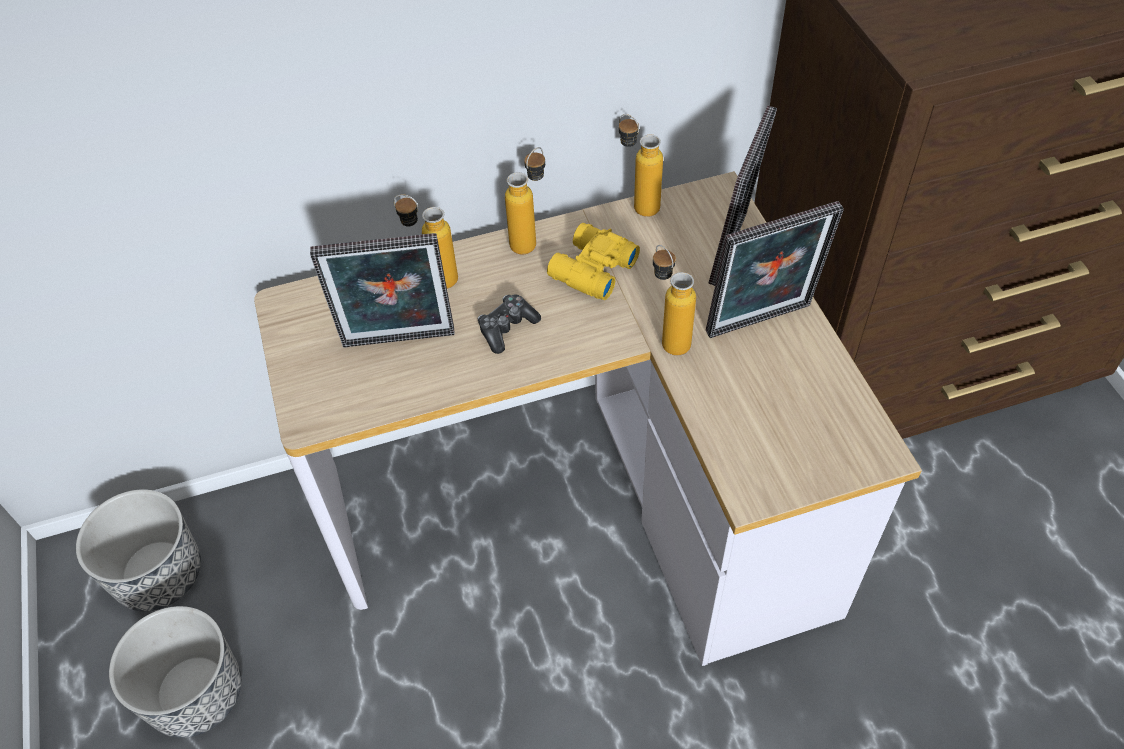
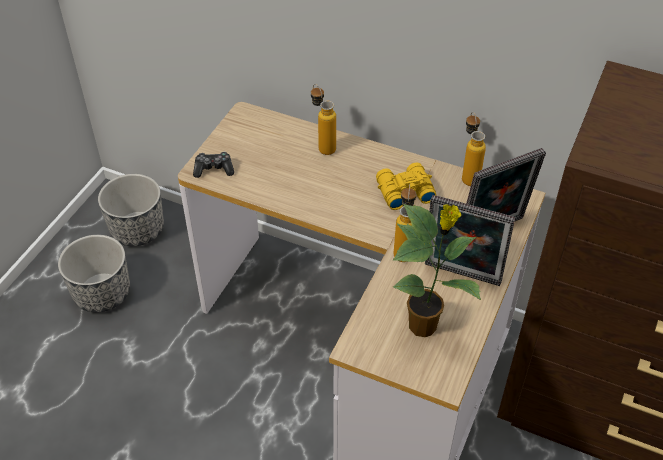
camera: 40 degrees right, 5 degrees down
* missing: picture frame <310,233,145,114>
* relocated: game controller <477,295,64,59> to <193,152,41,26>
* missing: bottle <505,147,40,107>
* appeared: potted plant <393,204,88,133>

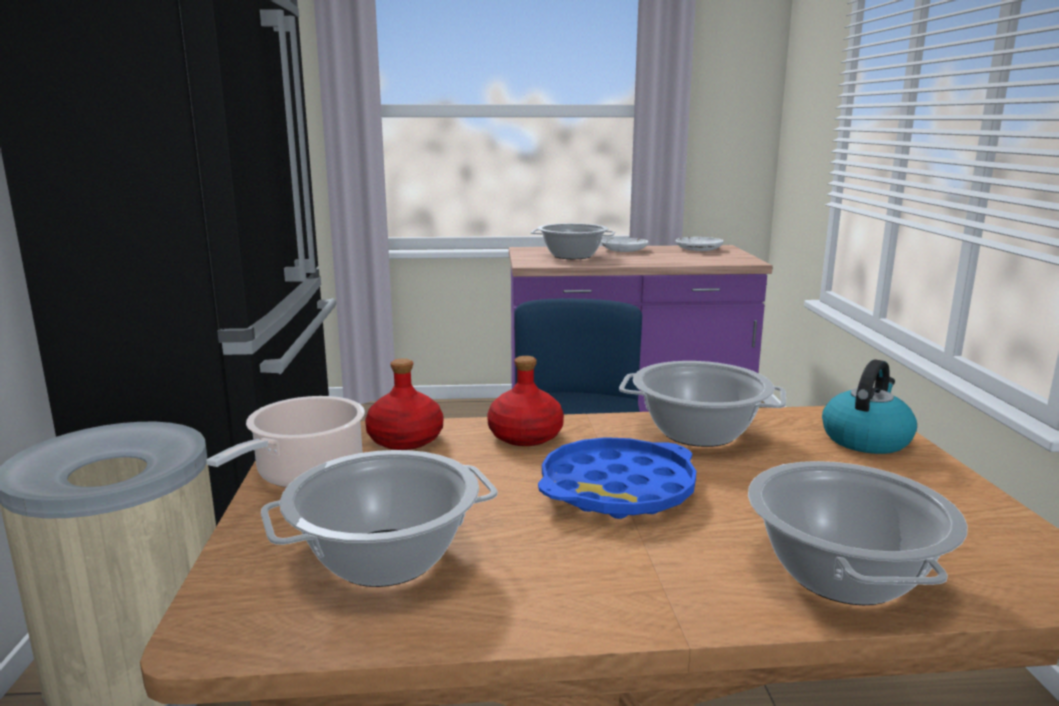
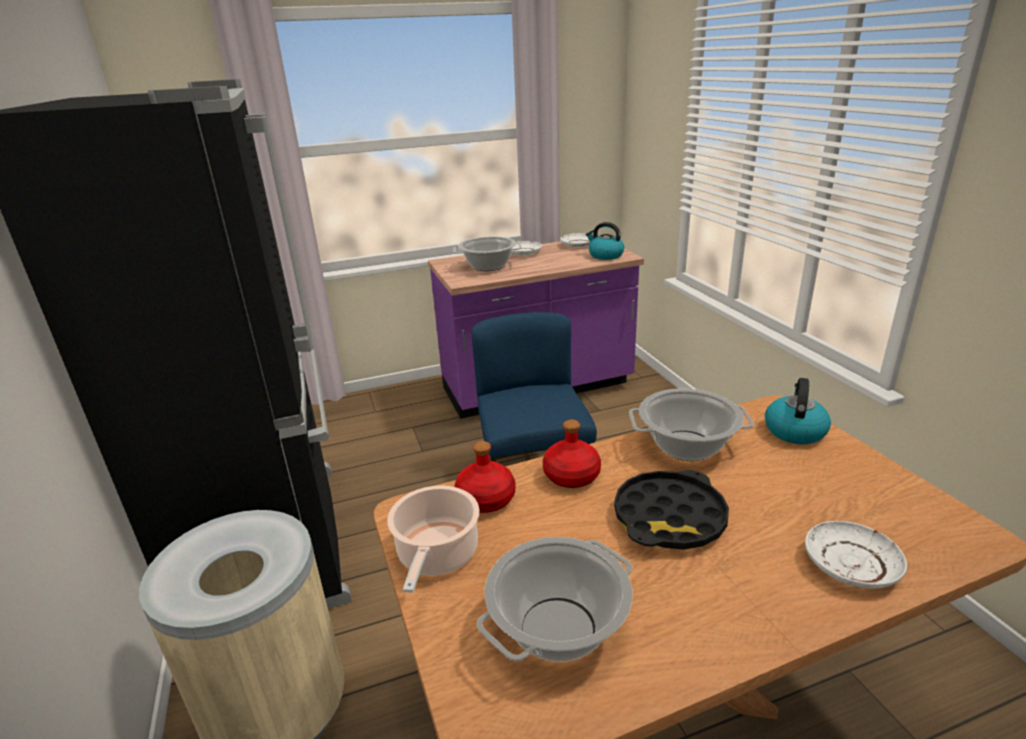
camera: 15 degrees left, 10 degrees up
* colour: blue tray <538,437,158,82> to black tray <614,470,115,80>
* exchanged: cooking pot <748,461,219,144> to white plate <805,521,102,68>
* appeared: kettle <586,222,38,38>

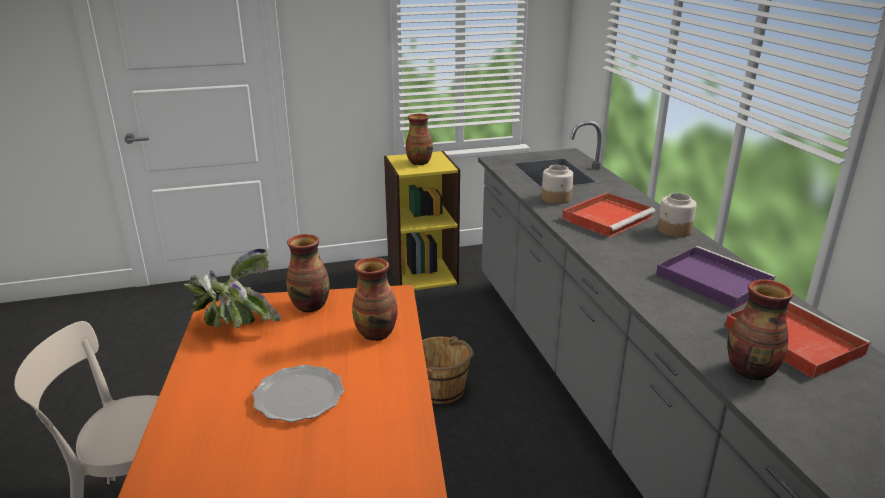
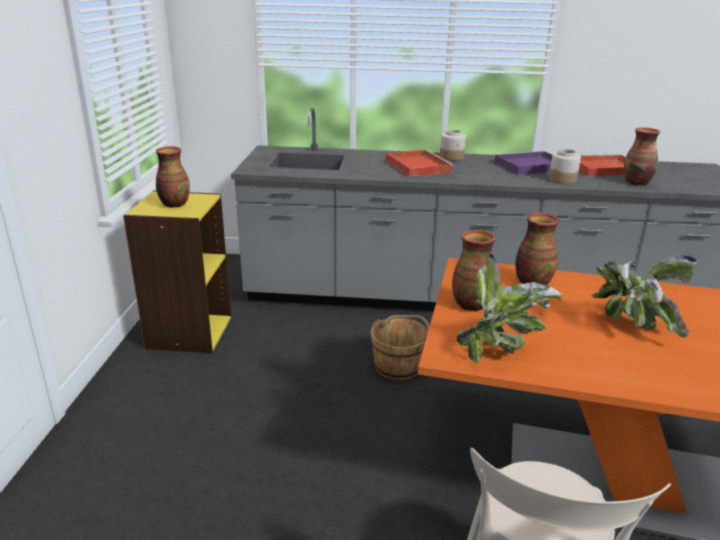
camera: 70 degrees left, 0 degrees up
* exchanged: plate <252,365,92,57> to potted plant <591,256,106,82>
* relocated: jar <541,165,33,39> to <549,149,32,35>

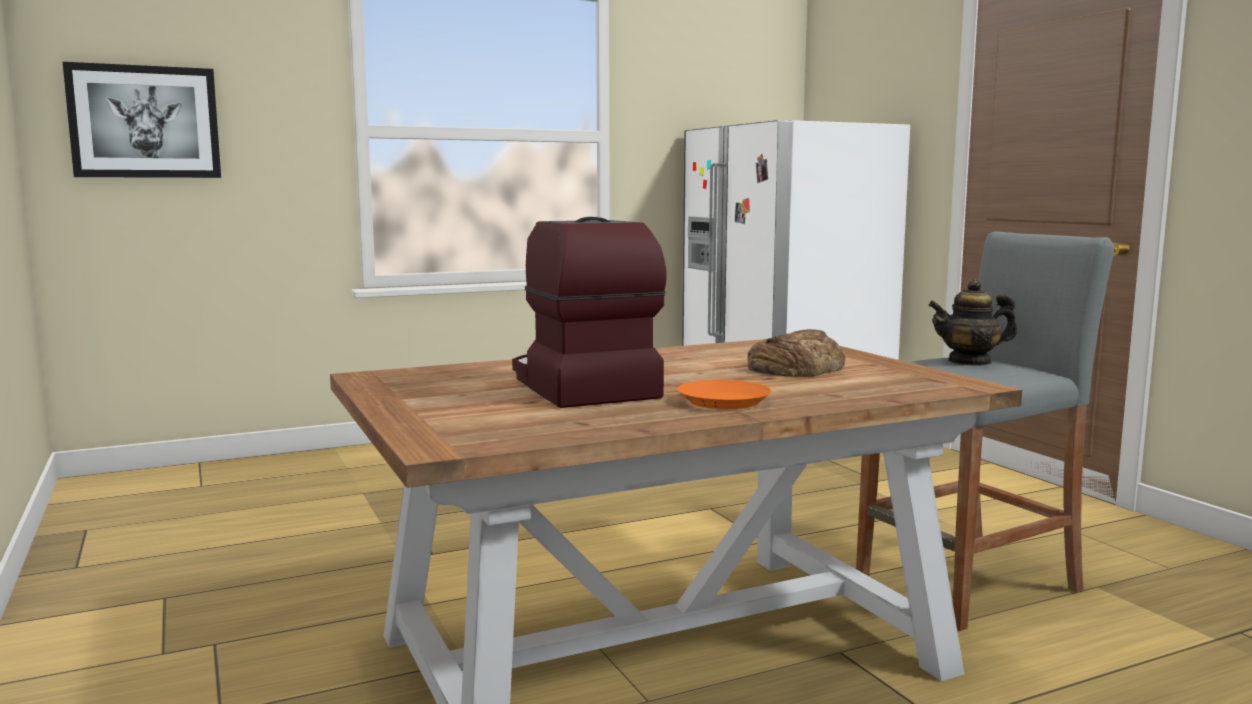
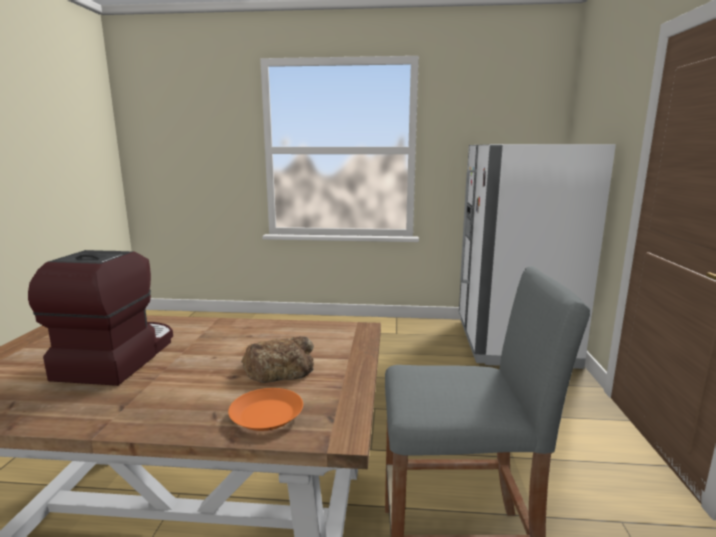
camera: 30 degrees right, 5 degrees up
* missing: picture <63,62,158,116>
* relocated: orange plate <677,380,95,29> to <228,388,75,43>
* missing: teapot <928,279,90,87>

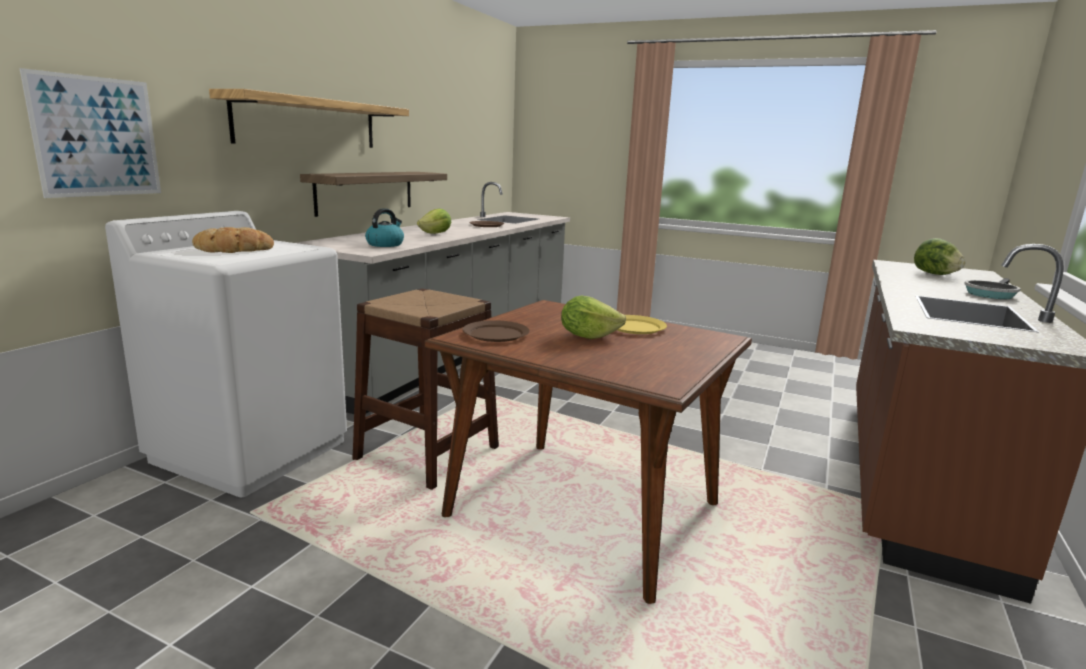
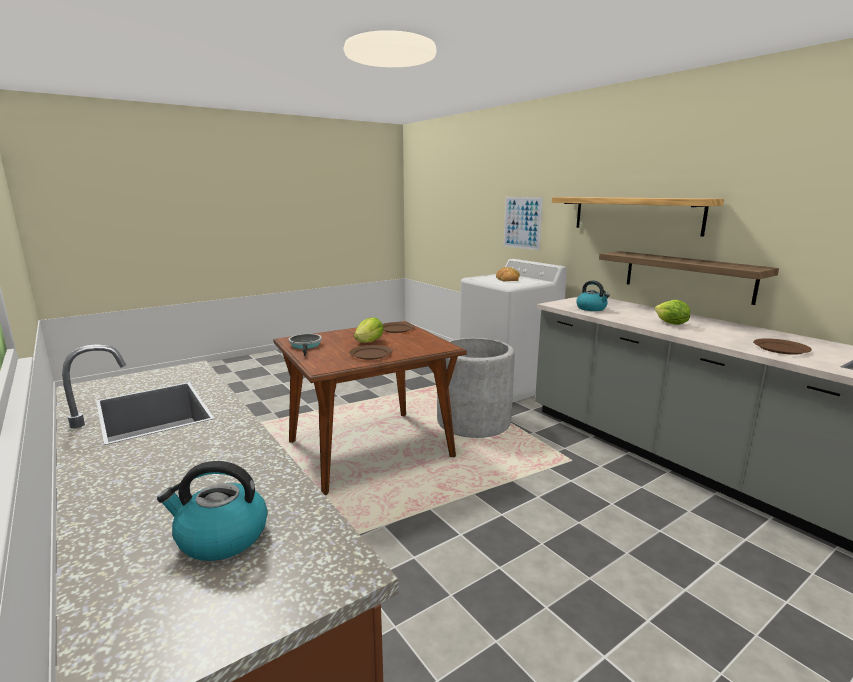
camera: 120 degrees right, 0 degrees up
* exchanged: brown stool <352,289,147,201> to grey planter <437,338,78,100>
* colour: yellow plate <617,315,50,19> to brown plate <349,345,43,15>
* exchanged: lettuce <914,238,52,37> to kettle <157,461,111,100>
* relocated: frying pan <964,278,57,21> to <288,334,34,22>

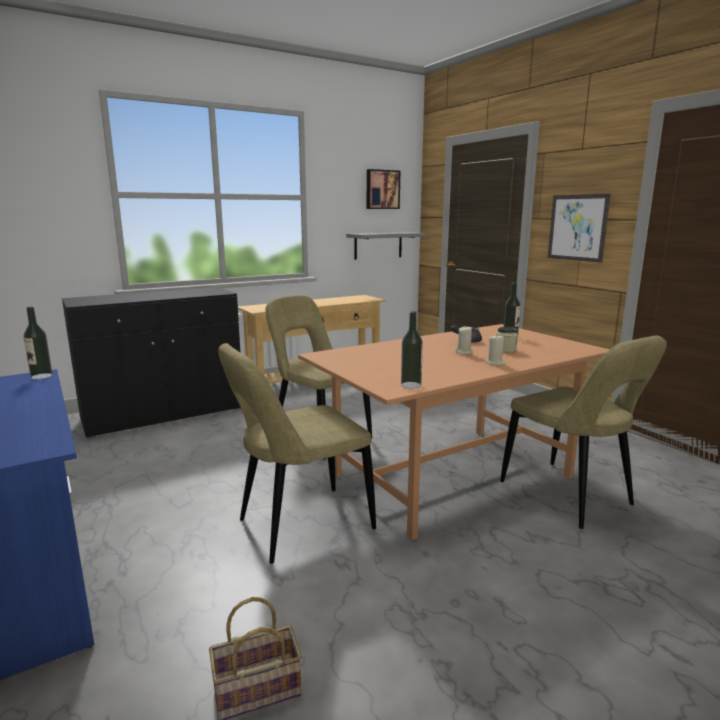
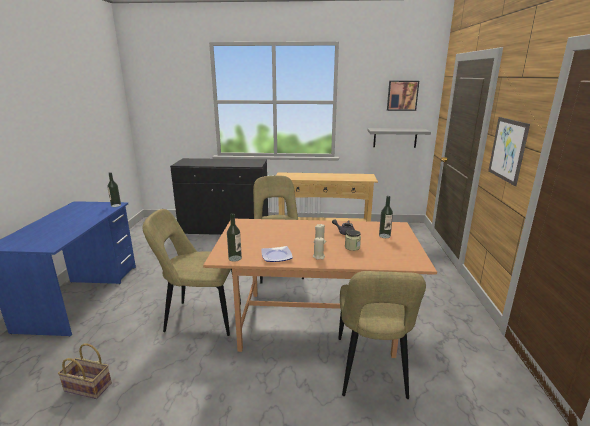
camera: 35 degrees right, 5 degrees up
* appeared: plate <262,246,31,16>

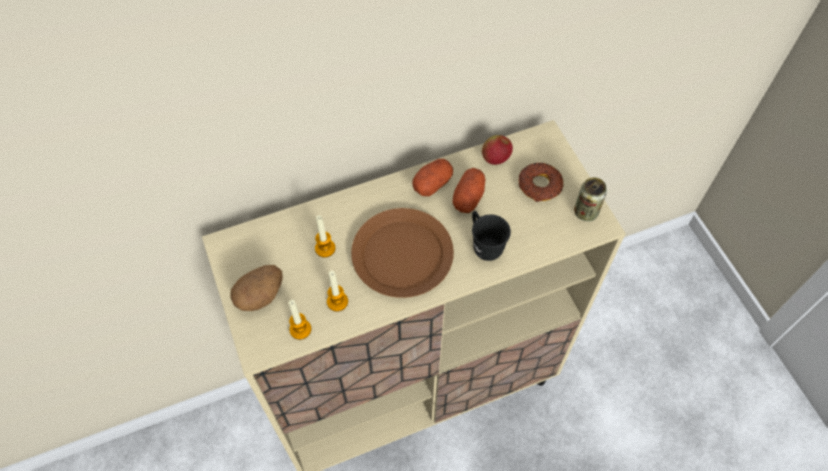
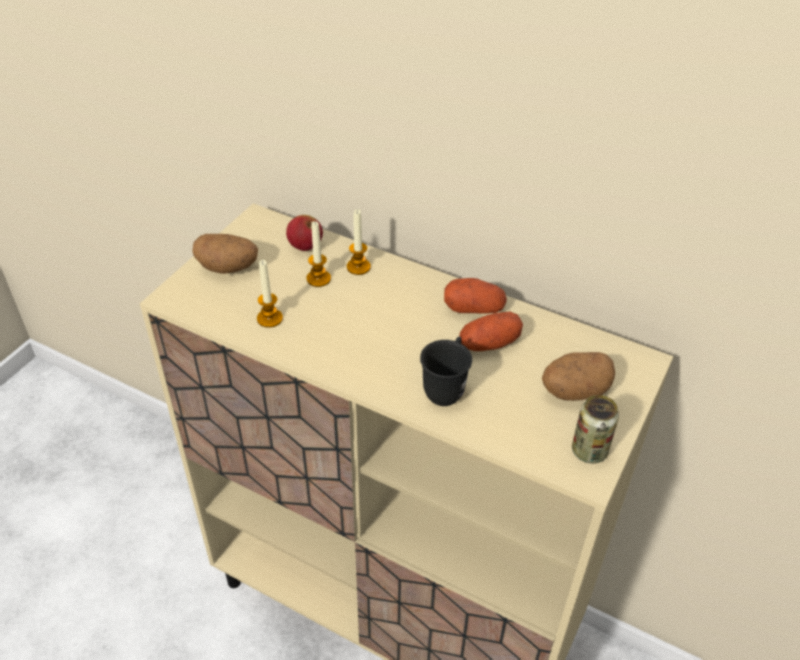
camera: 50 degrees right, 15 degrees down
* relocated: candle <289,300,22,40> to <347,209,24,66>
* missing: brown plate <351,208,103,90>
* relocated: apple <482,135,31,30> to <286,215,37,36>
* exchanged: donut <519,163,44,39> to potato <542,352,73,49>

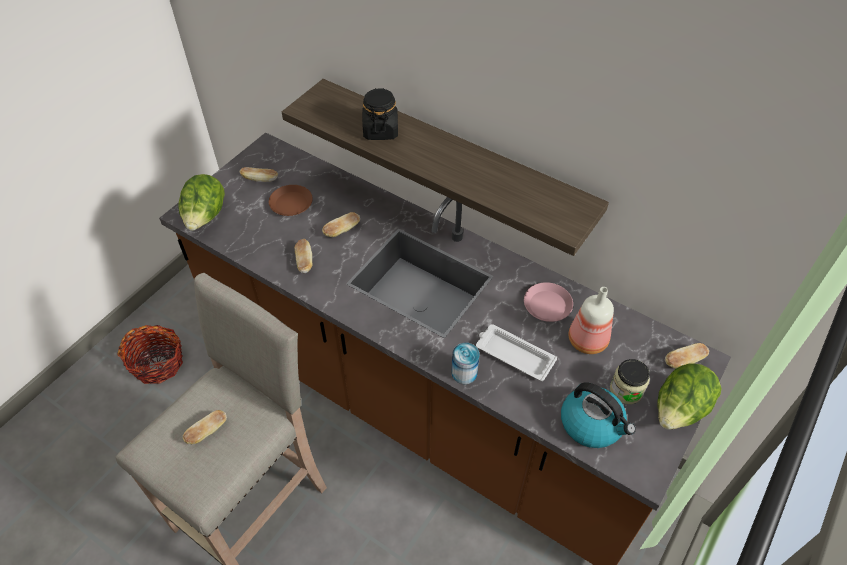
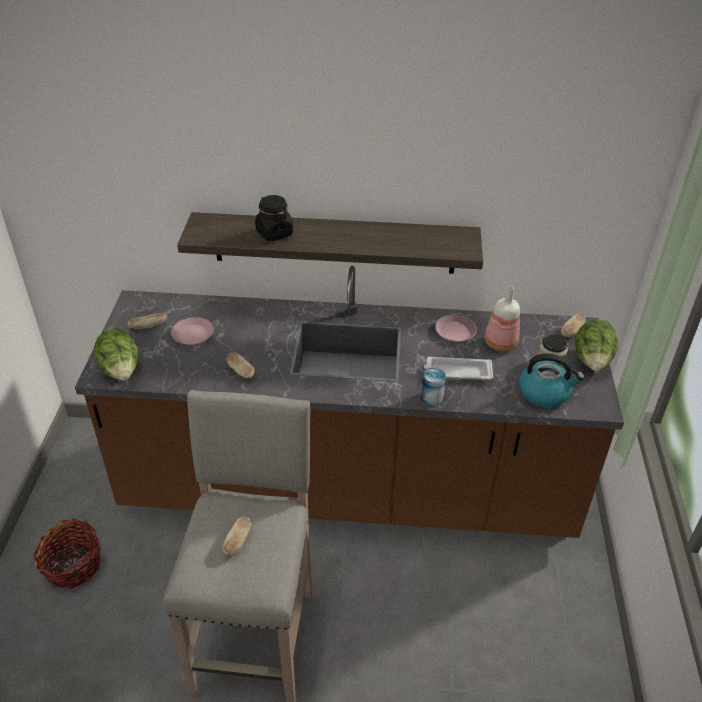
camera: 30 degrees left, 10 degrees down
* colour: brown plate <269,185,44,31> to pink plate <171,317,43,28>
* missing: bread <322,212,38,25>

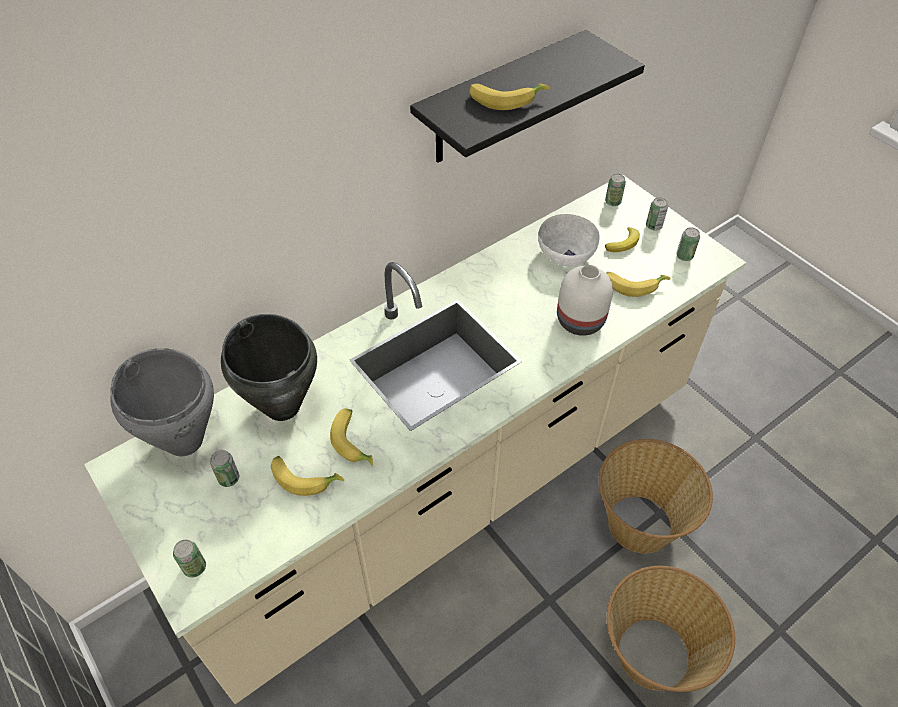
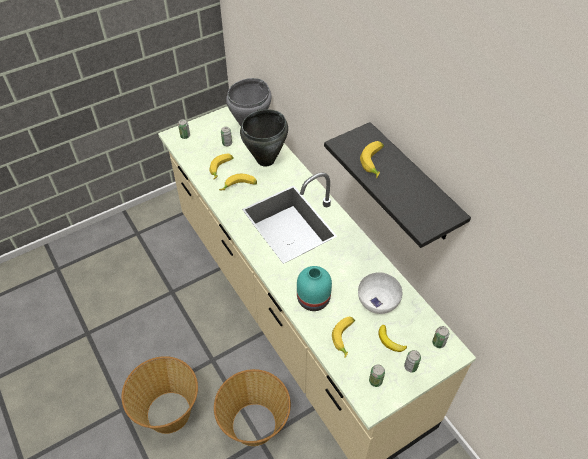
camera: 95 degrees right, 0 degrees up
* colour: white vase <557,265,56,71> to turquoise vase <297,266,35,45>

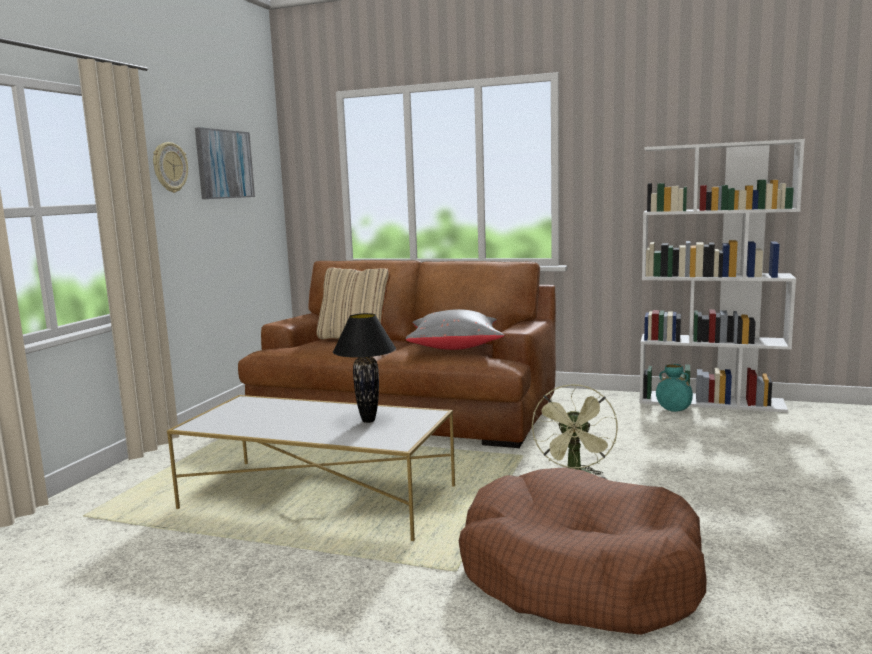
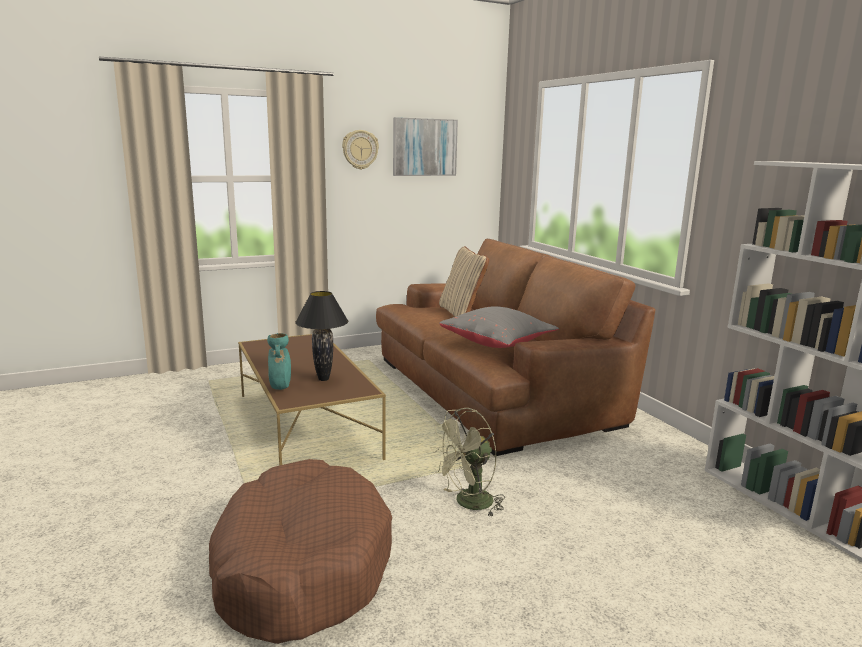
camera: 45 degrees right, 5 degrees up
* colour: white coffee table <167,395,288,146> to brown coffee table <238,334,148,132>
* relocated: turquoise vase <656,364,37,48> to <267,333,24,57>

